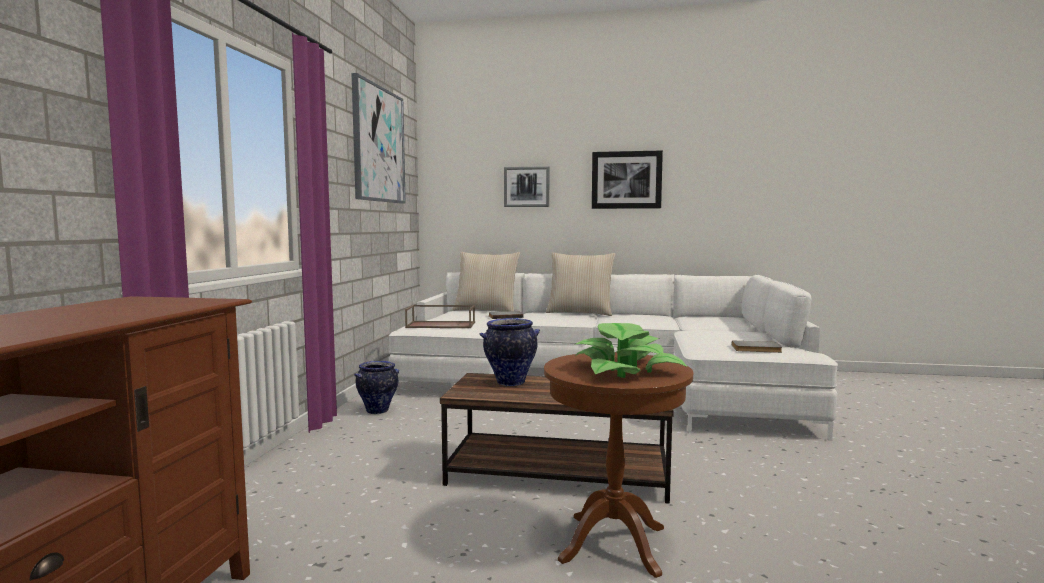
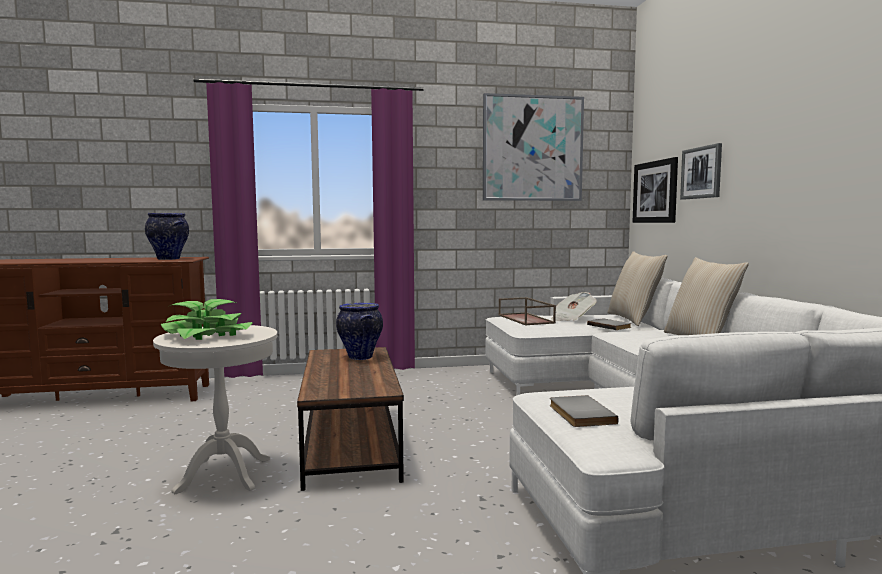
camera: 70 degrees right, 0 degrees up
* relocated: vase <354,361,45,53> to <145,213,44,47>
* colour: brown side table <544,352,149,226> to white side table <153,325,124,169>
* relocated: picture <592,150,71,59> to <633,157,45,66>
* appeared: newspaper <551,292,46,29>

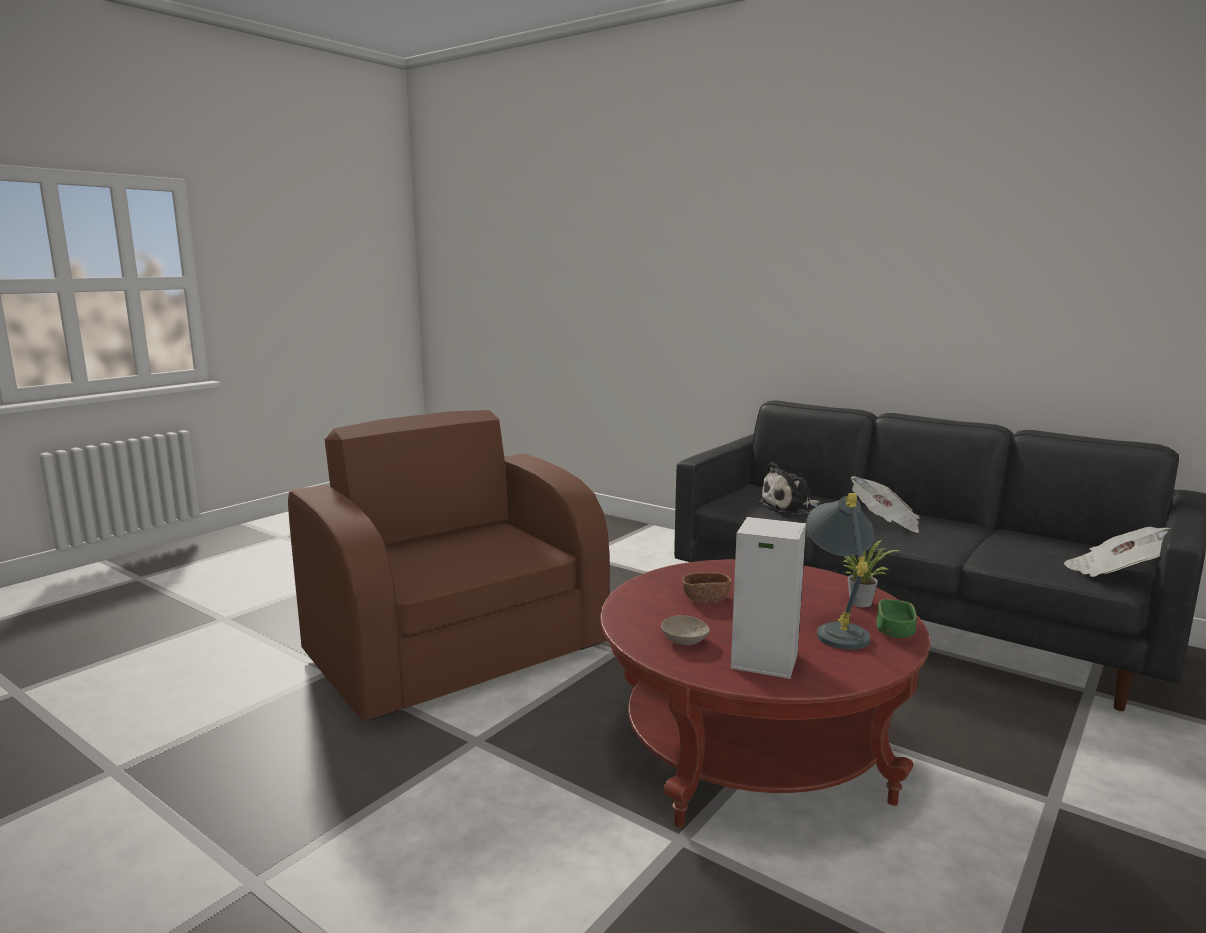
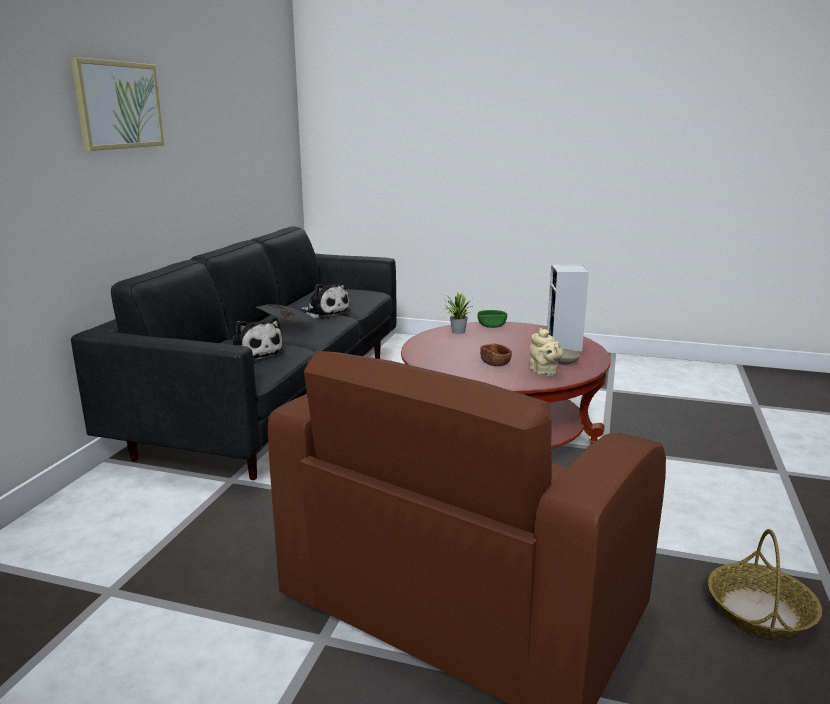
camera: 110 degrees left, 5 degrees up
* missing: grey table lamp <806,493,68,157>
* missing: newspaper <1064,527,106,50>
* appeared: picture <70,57,94,94>
* appeared: plush toy <301,282,50,37>
* appeared: beige teapot <529,328,34,48>
* appeared: basket <708,529,114,110>

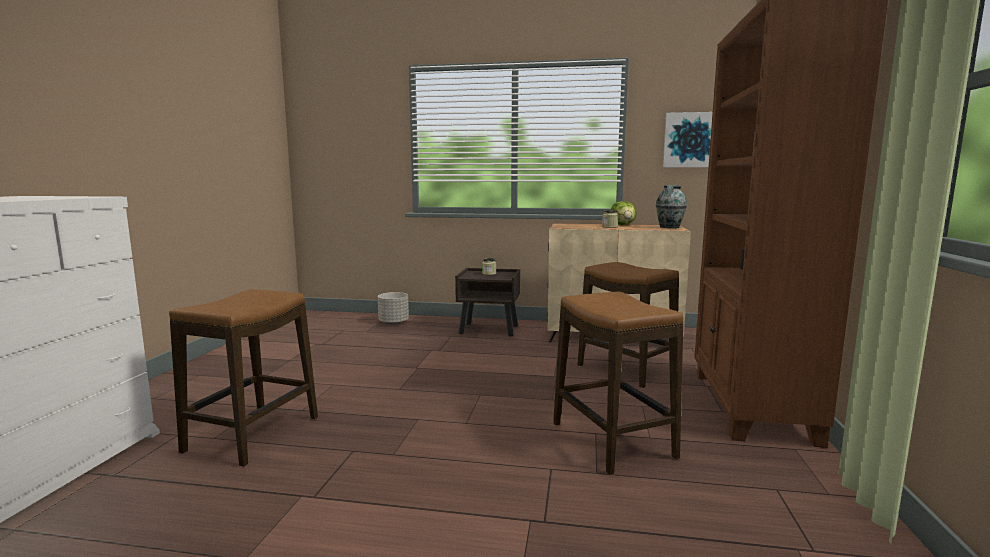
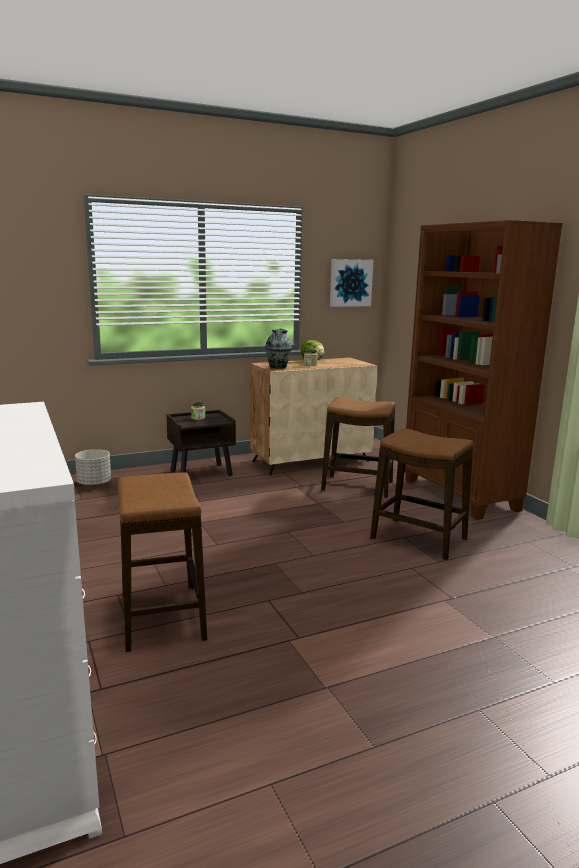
camera: 35 degrees left, 5 degrees up
* relocated: vase <656,185,31,44> to <265,328,27,41>

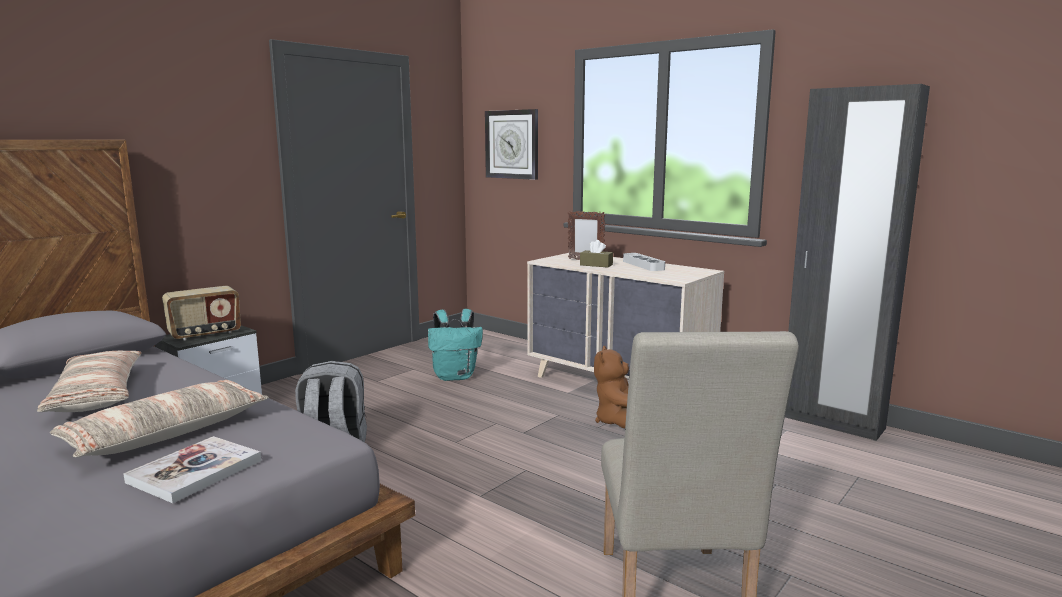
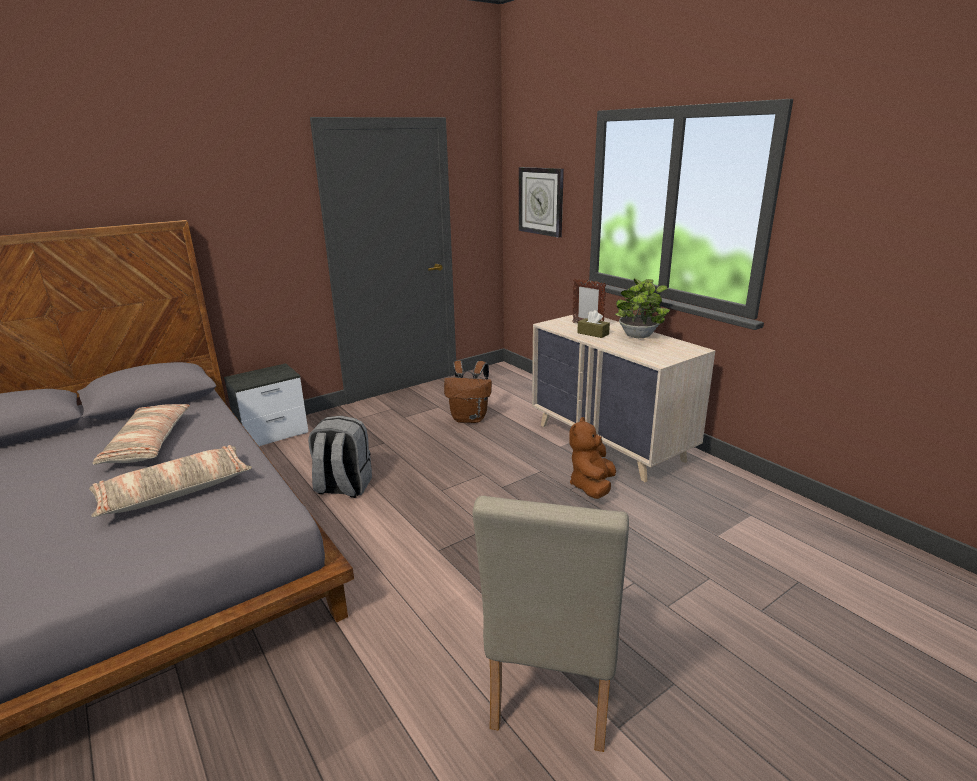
camera: 15 degrees right, 10 degrees up
* missing: book <123,436,138,67>
* missing: radio <162,286,79,54>
* colour: turquoise backpack <428,309,55,72> to brown backpack <444,361,48,62>
* exchanged: grey tray <623,253,42,18> to potted plant <615,278,55,60>
* missing: black wardrobe <785,84,145,357>

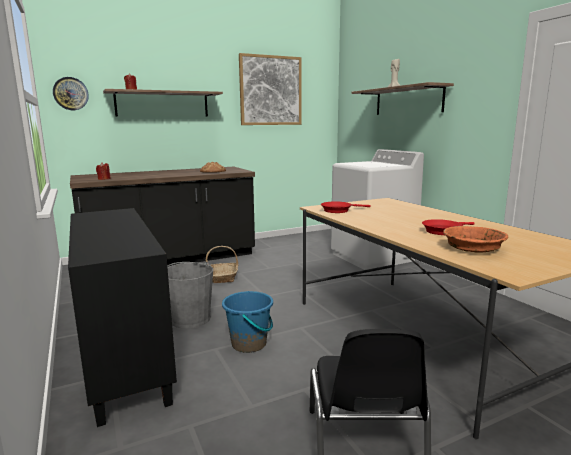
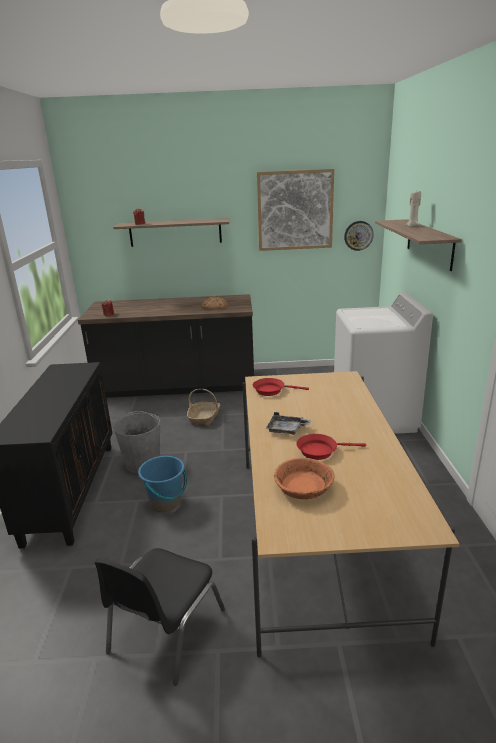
camera: 25 degrees right, 10 degrees up
* relocated: wall clock <53,77,36,33> to <344,221,29,30>
* appeared: grey tray <266,412,45,23>

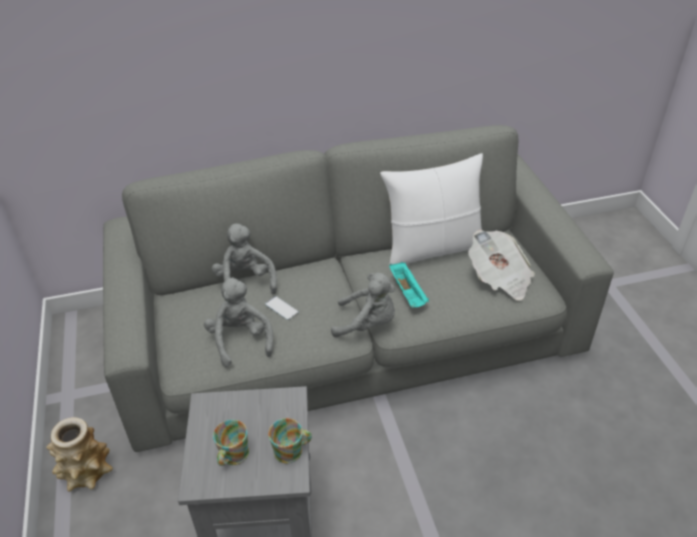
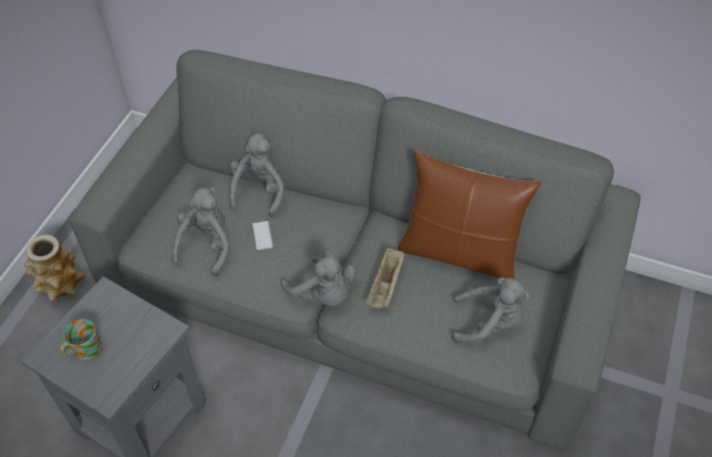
camera: 35 degrees right, 10 degrees up
* missing: mug <268,418,44,45>
* colour: white pillow <380,153,103,115> to brown pillow <397,151,144,128>
* colour: turquoise tray <389,262,40,46> to beige tray <366,247,39,61>
* exchanged: newspaper <468,230,67,71> to grey plush toy <452,277,78,66>

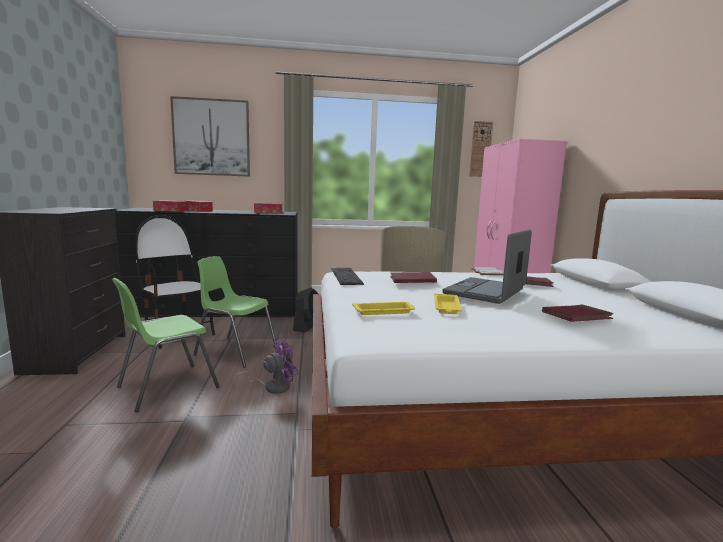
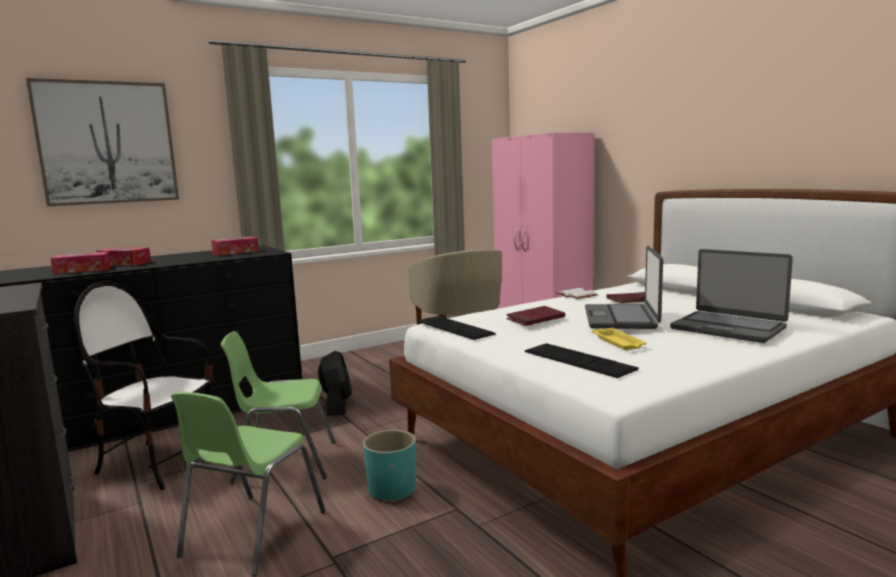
camera: 25 degrees left, 0 degrees up
* exchanged: purple fan <231,336,67,58> to turquoise planter <363,429,53,74>
* exchanged: yellow tray <352,302,63,13> to keyboard <525,343,114,35>
* missing: wall clock <469,121,24,56>
* exchanged: red book <542,304,72,18> to laptop <670,249,123,94>

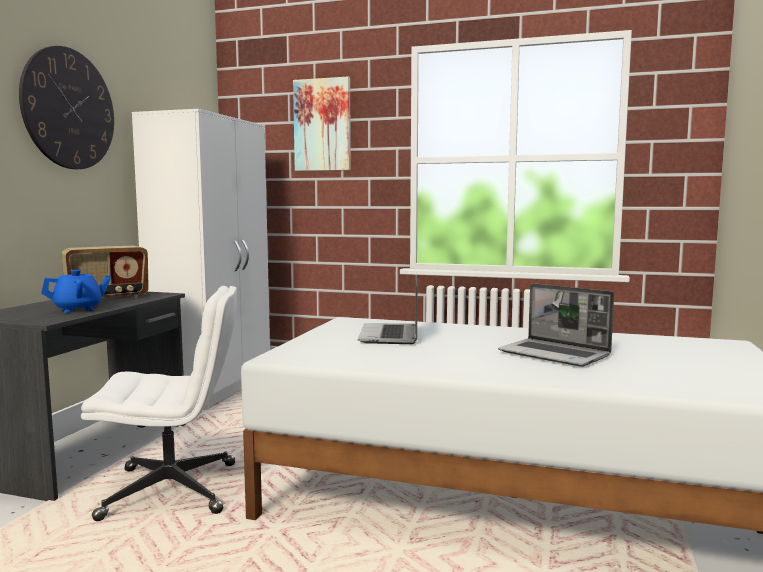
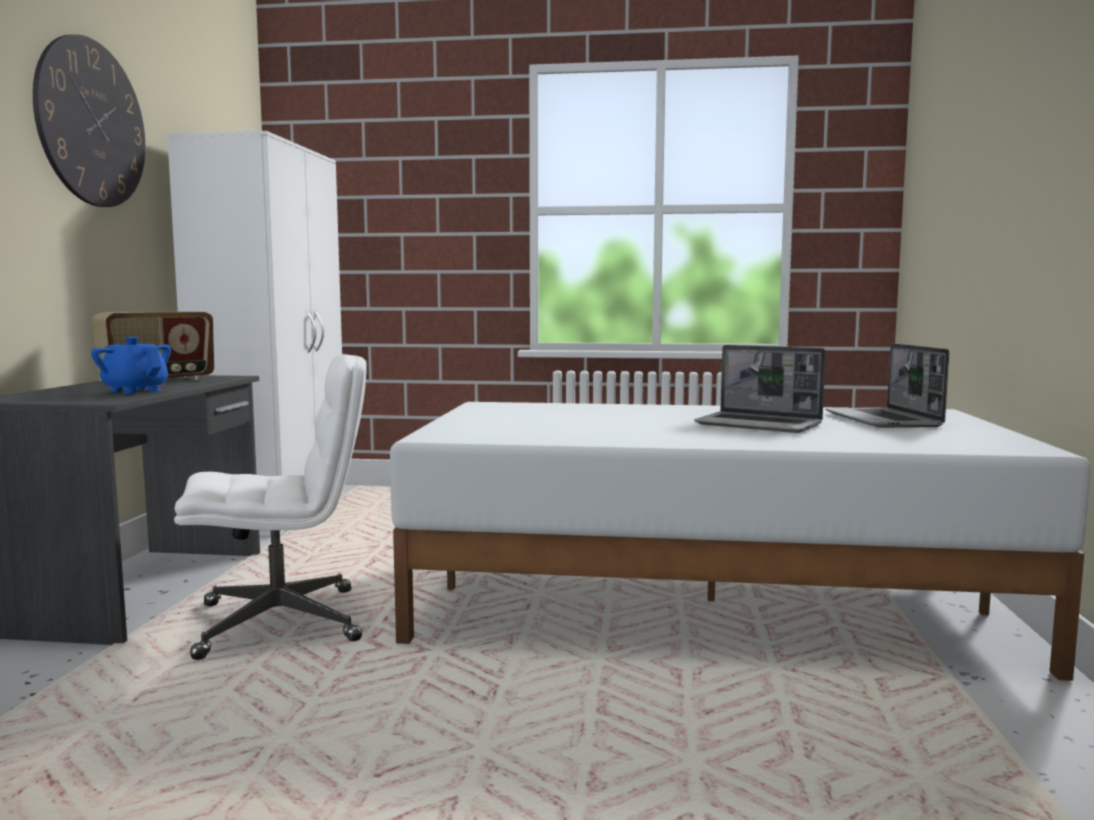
camera: 10 degrees left, 0 degrees up
* spun: blue teapot <41,270,70,43> = <91,337,80,57> 105 degrees counterclockwise
* missing: picture <293,77,58,94>
* relocated: laptop <358,275,59,69> to <825,343,124,85>

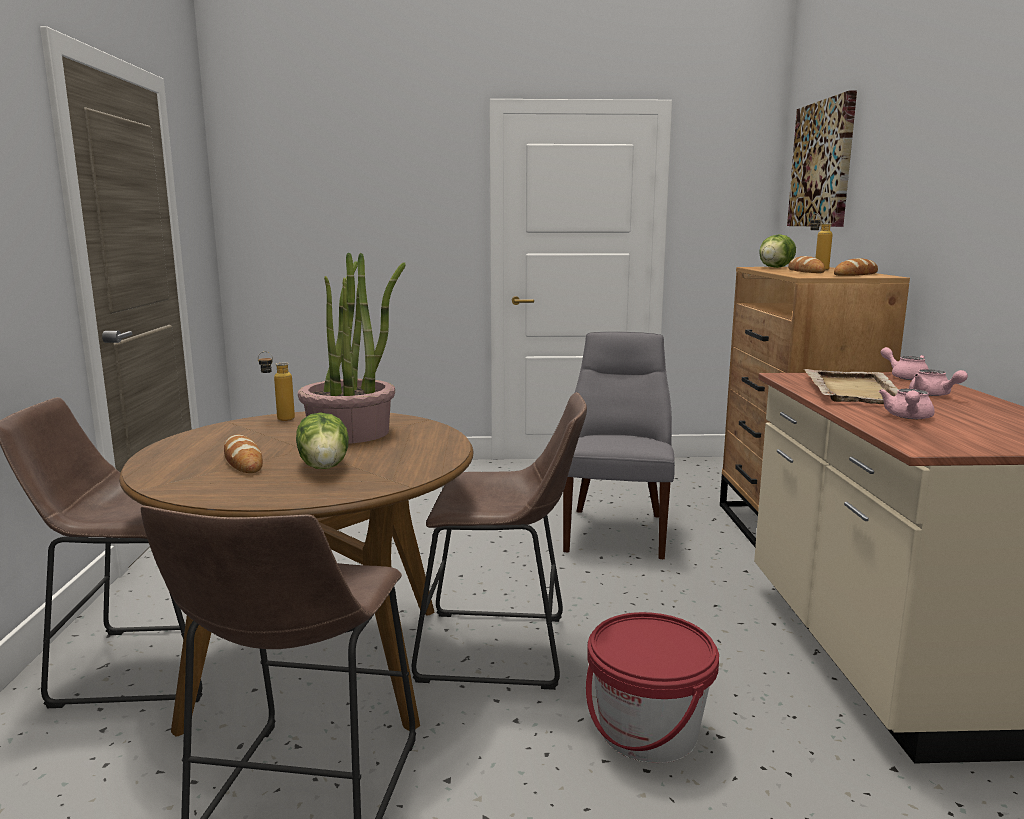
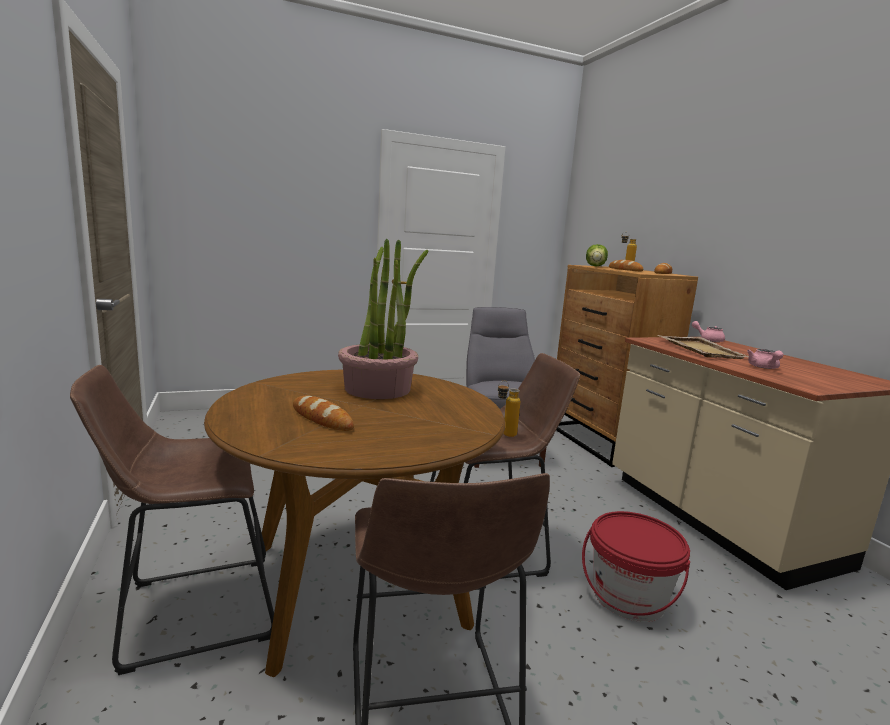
camera: 20 degrees left, 0 degrees up
* relocated: bottle <258,351,37,70> to <498,381,22,56>
* missing: lettuce <296,412,53,57>
* missing: picture <787,90,70,137>
* missing: pink teapot <909,369,59,27>

